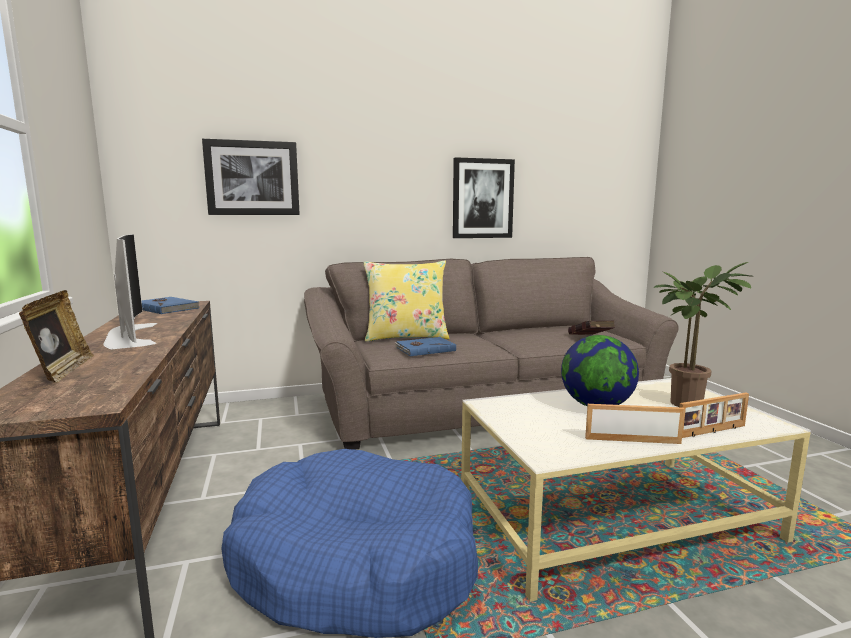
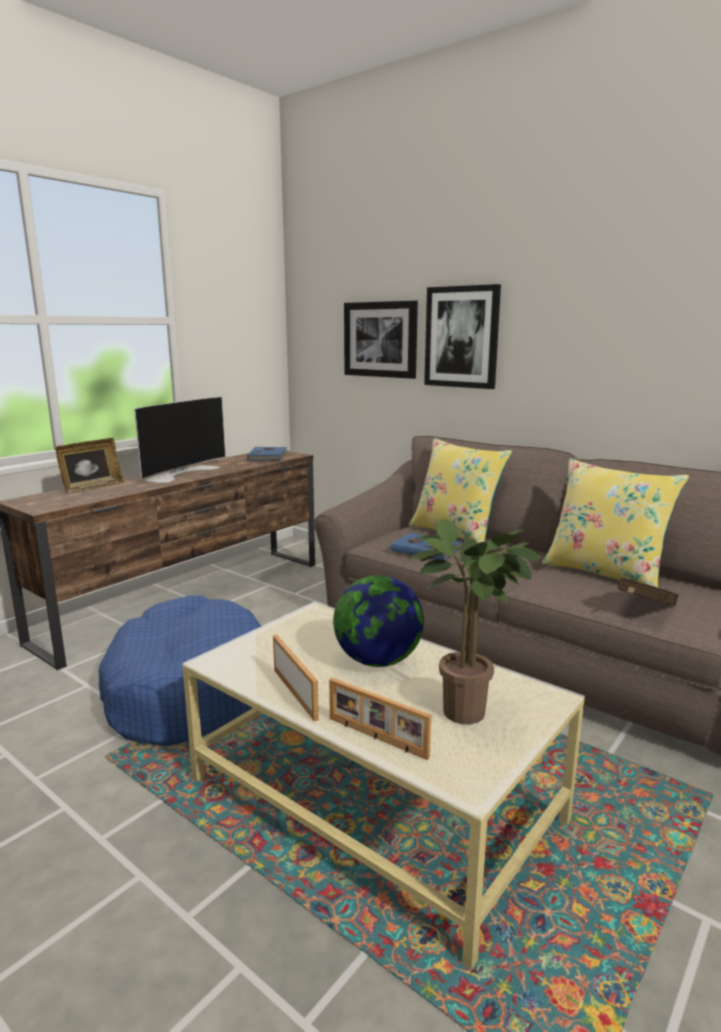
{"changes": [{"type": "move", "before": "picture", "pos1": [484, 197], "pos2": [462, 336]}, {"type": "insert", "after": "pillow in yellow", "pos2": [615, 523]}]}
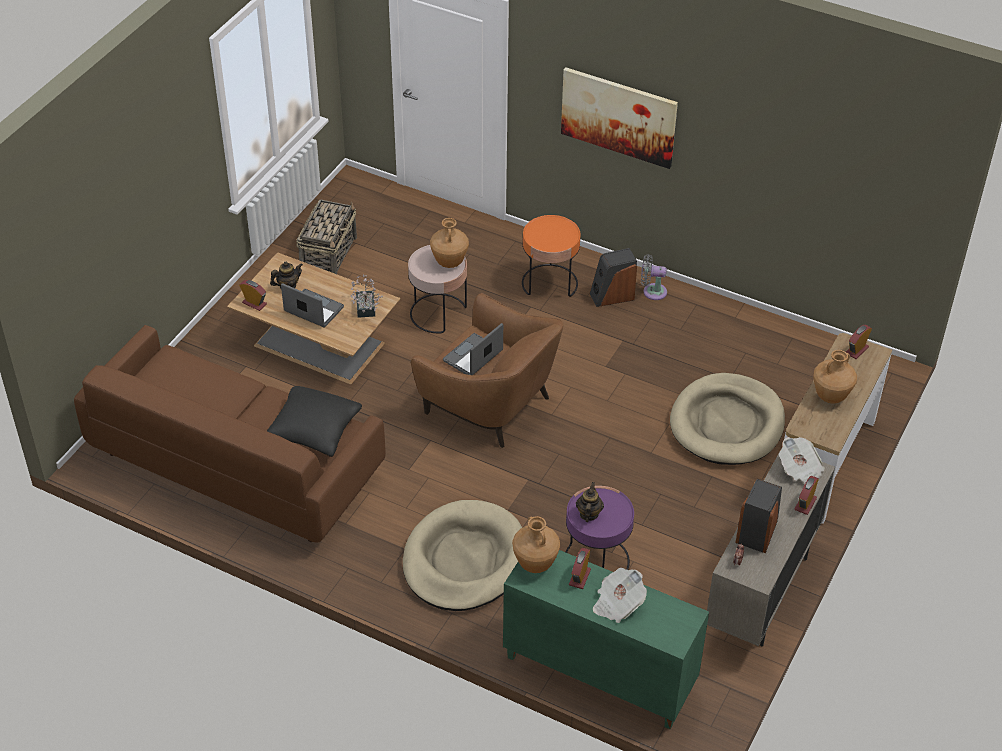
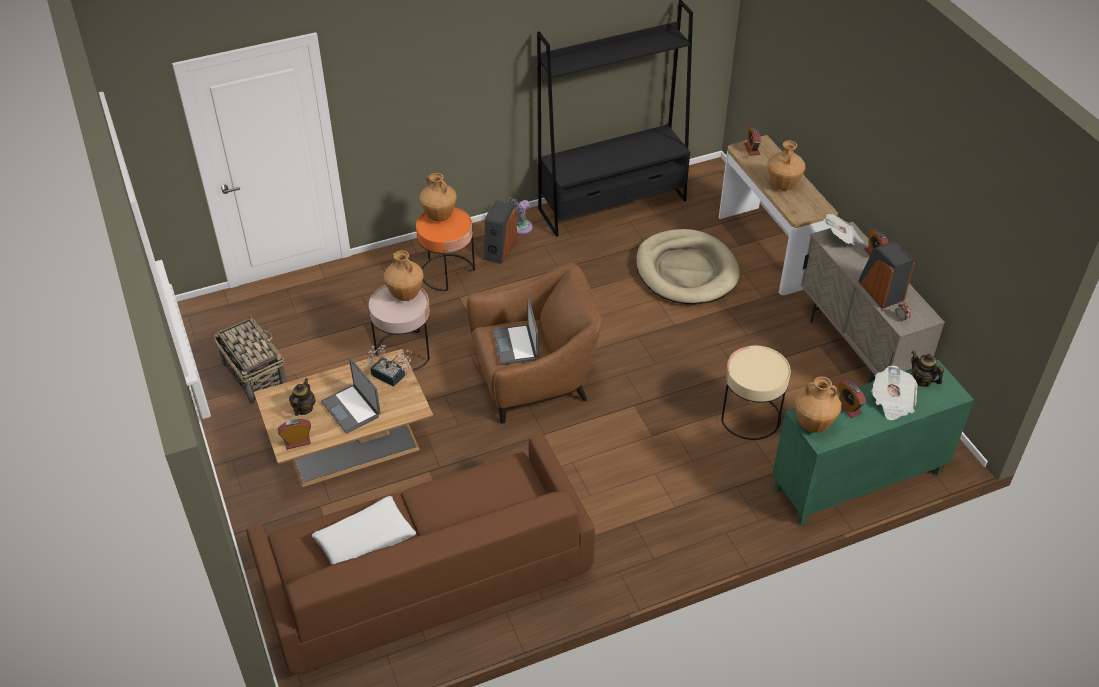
{"changes": [{"type": "delete", "before": "picture", "pos1": [619, 118]}, {"type": "rotate", "before": "laptop", "pos1": [312, 305], "pos2": [351, 396], "turn": -105}, {"type": "delete", "before": "pillow in black", "pos1": [314, 421]}, {"type": "move", "before": "teapot", "pos1": [590, 502], "pos2": [927, 369]}, {"type": "recolor", "before": "side table in purple", "after": "side table in beige", "pos1": [599, 528], "pos2": [756, 393]}, {"type": "delete", "before": "dog bed in beige", "pos1": [462, 555]}, {"type": "insert", "after": "bookcase in black", "pos2": [615, 118]}, {"type": "insert", "after": "vase in brown", "pos2": [438, 197]}, {"type": "insert", "after": "pillow in white", "pos2": [364, 530]}]}
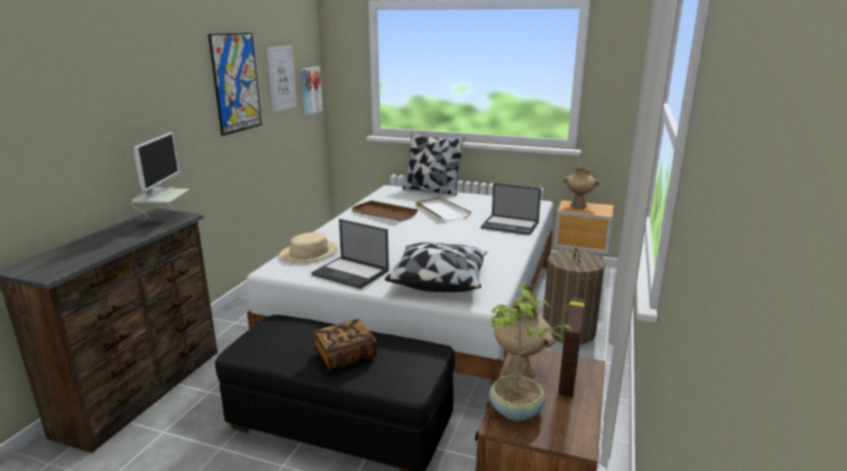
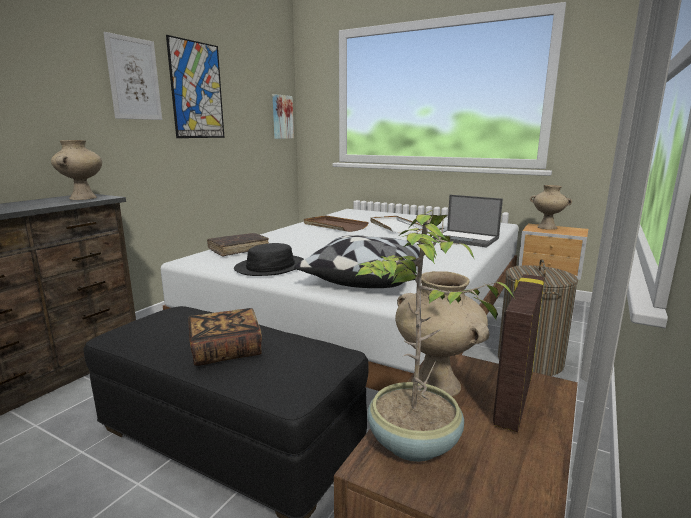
{"changes": [{"type": "move", "before": "picture", "pos1": [282, 79], "pos2": [132, 76]}, {"type": "replace", "before": "monitor", "after": "vase in beige", "pos1": [160, 175], "pos2": [76, 170]}, {"type": "delete", "before": "pillow", "pos1": [434, 163]}, {"type": "replace", "before": "laptop", "after": "hat in black", "pos1": [350, 254], "pos2": [269, 259]}, {"type": "replace", "before": "hat in beige", "after": "book in brown", "pos1": [308, 247], "pos2": [238, 244]}]}
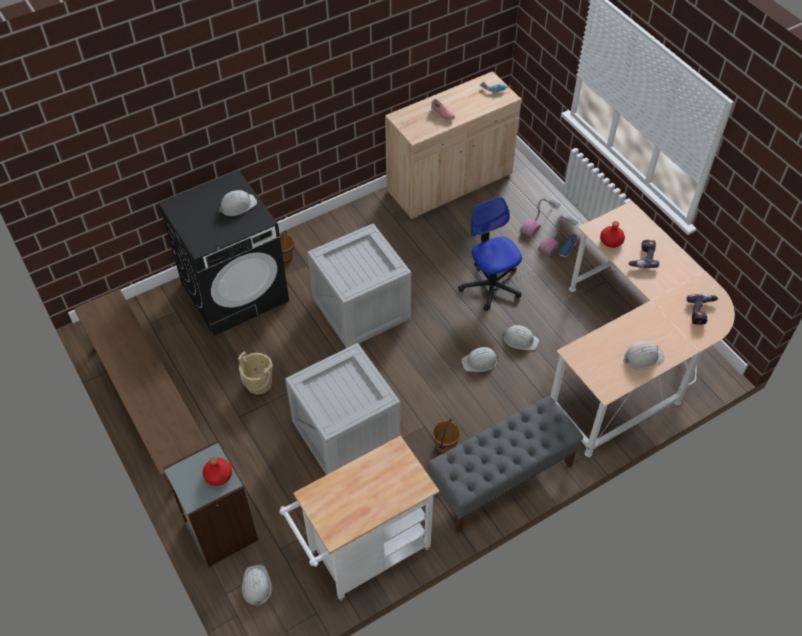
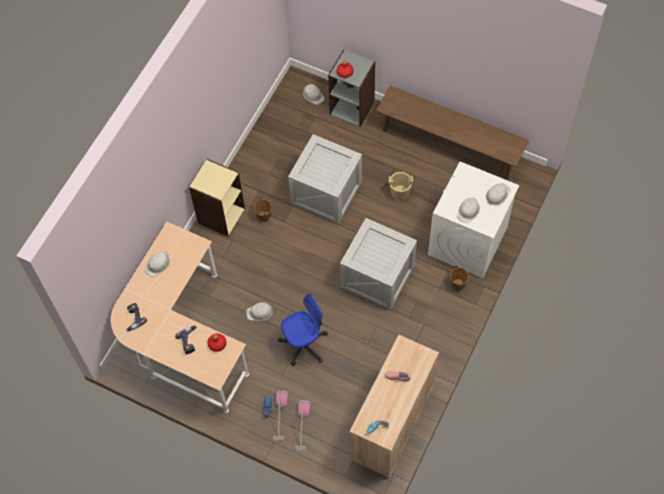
{"changes": [{"type": "recolor", "before": "washing machine in black", "after": "washing machine in white", "pos1": [223, 253], "pos2": [473, 220]}, {"type": "rotate", "before": "office chair", "pos1": [490, 254], "pos2": [303, 330], "turn": -60}, {"type": "move", "before": "hard hat in white", "pos1": [479, 359], "pos2": [498, 194]}, {"type": "replace", "before": "bench in grey", "after": "bookcase in beige", "pos1": [505, 464], "pos2": [217, 197]}, {"type": "delete", "before": "cart in white", "pos1": [359, 518]}]}
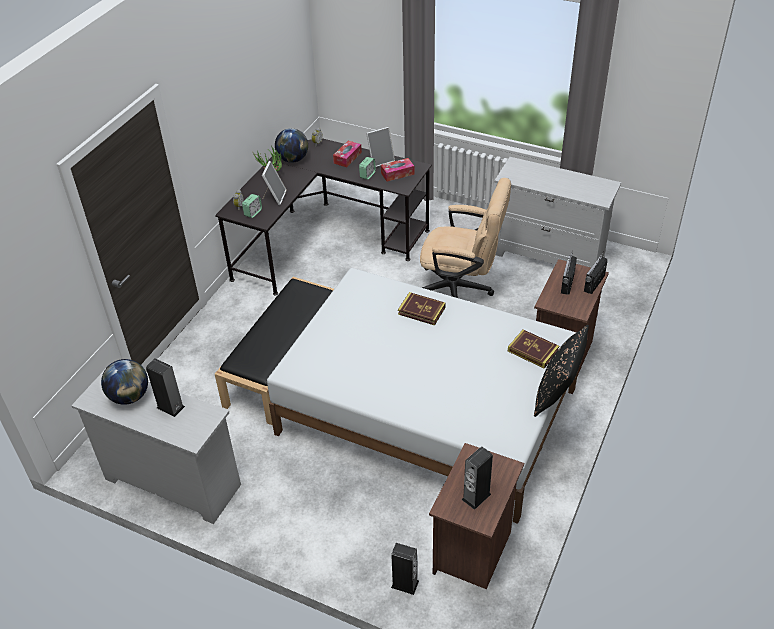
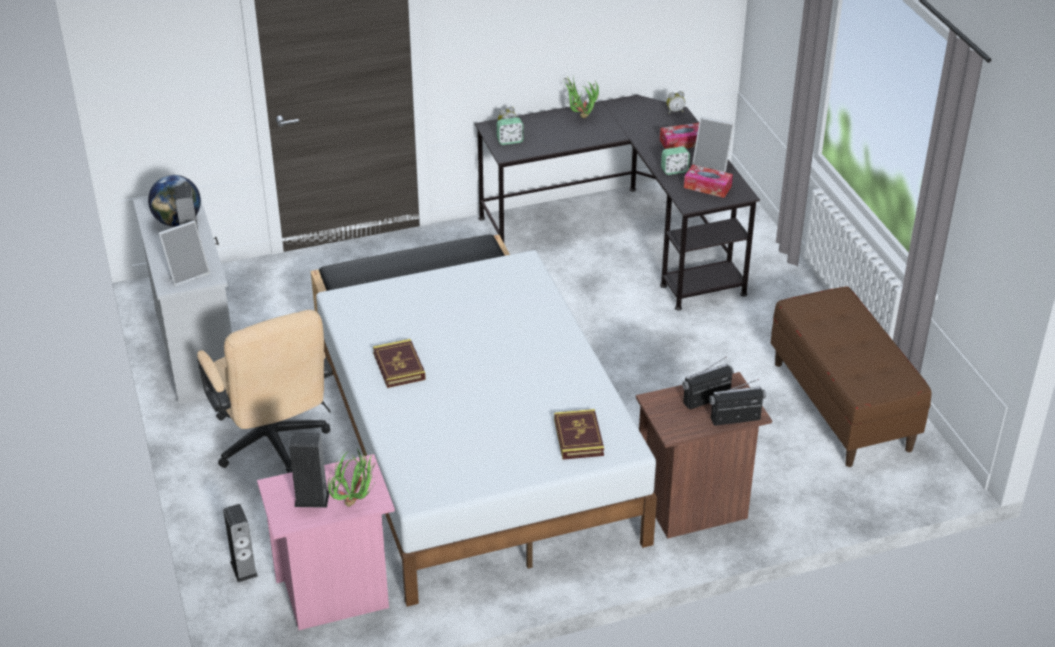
{"changes": [{"type": "delete", "before": "globe", "pos1": [291, 145]}, {"type": "replace", "before": "dresser in white", "after": "bench in brown", "pos1": [557, 212], "pos2": [851, 376]}, {"type": "move", "before": "picture frame", "pos1": [274, 183], "pos2": [184, 253]}, {"type": "move", "before": "office chair in beige", "pos1": [465, 238], "pos2": [265, 391]}, {"type": "move", "before": "book", "pos1": [422, 308], "pos2": [399, 363]}, {"type": "delete", "before": "pillow in black", "pos1": [561, 371]}, {"type": "recolor", "before": "nightstand in brown", "after": "nightstand in pink", "pos1": [476, 516], "pos2": [326, 542]}, {"type": "insert", "after": "potted plant", "pos2": [353, 477]}]}
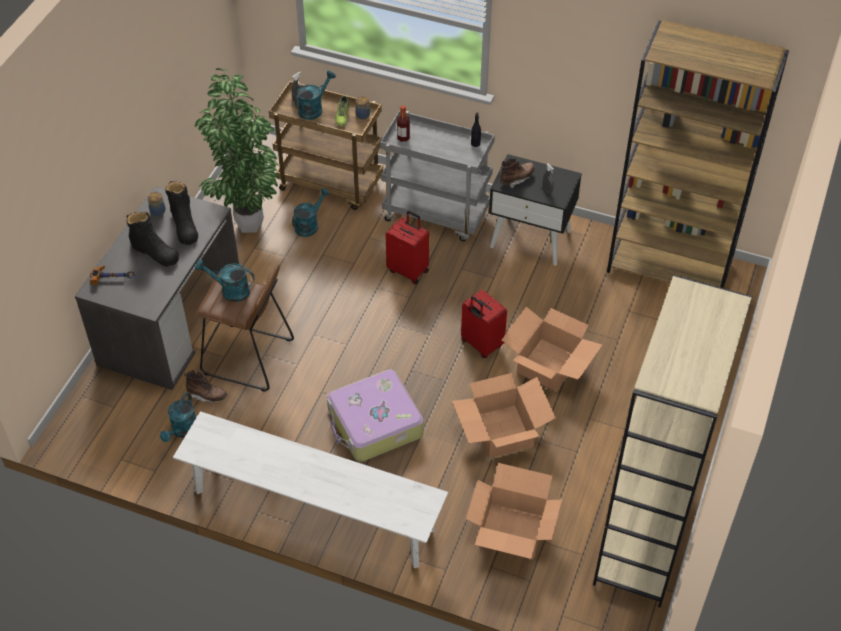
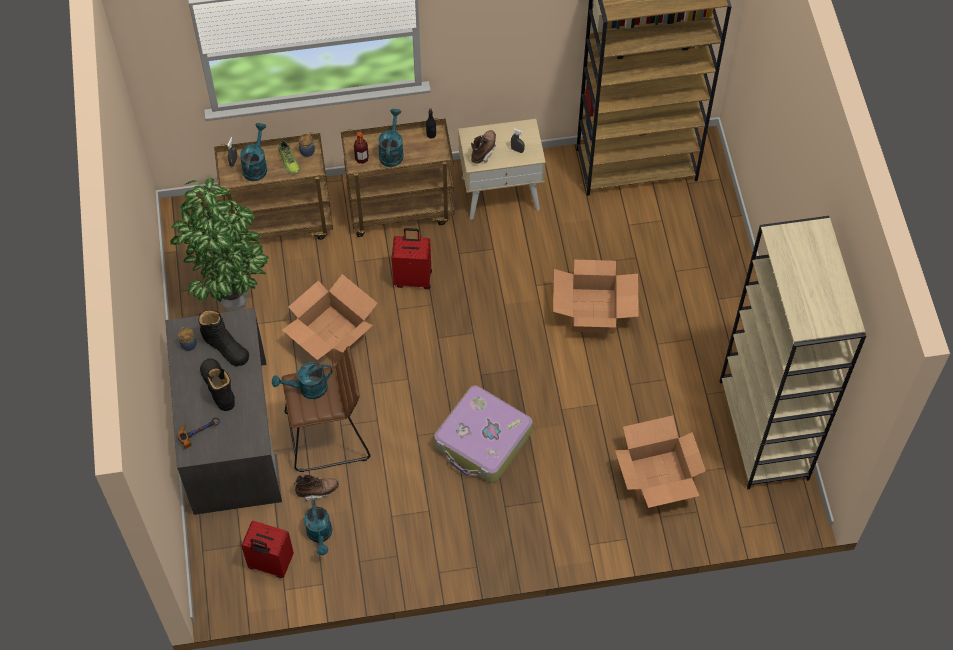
{"changes": [{"type": "recolor", "before": "cart in grey", "after": "cart in brown", "pos1": [437, 176], "pos2": [397, 177]}, {"type": "recolor", "before": "nightstand in black", "after": "nightstand in beige", "pos1": [535, 210], "pos2": [502, 169]}, {"type": "move", "before": "watering can in turquoise", "pos1": [311, 212], "pos2": [391, 138]}, {"type": "rotate", "before": "boot in black", "pos1": [152, 239], "pos2": [217, 385], "turn": -120}, {"type": "move", "before": "suitcase in red", "pos1": [484, 324], "pos2": [267, 549]}, {"type": "move", "before": "cardboard box", "pos1": [504, 415], "pos2": [330, 318]}, {"type": "delete", "before": "bench in white", "pos1": [310, 489]}]}
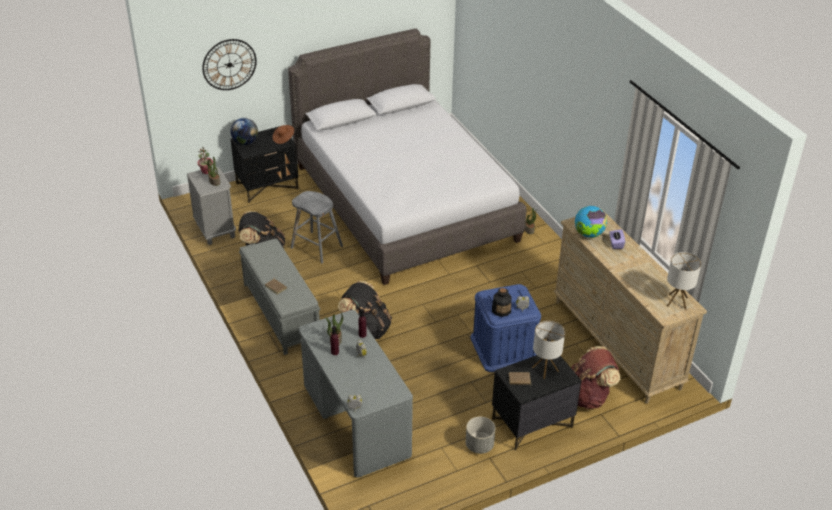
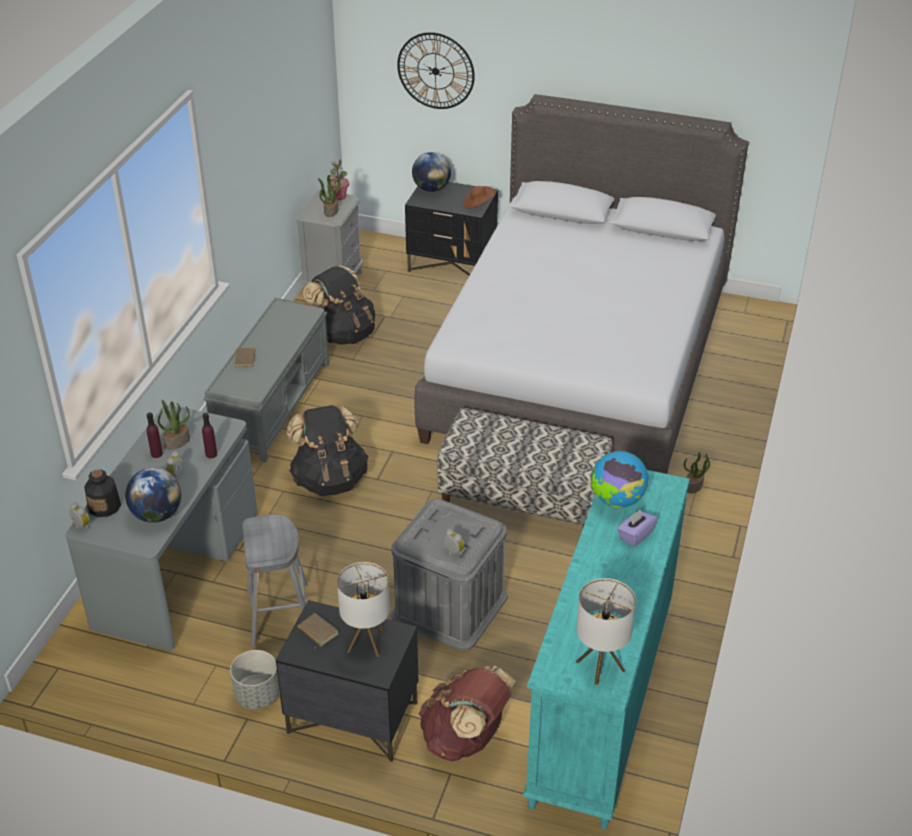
{"changes": [{"type": "move", "before": "stool in grey", "pos1": [317, 227], "pos2": [275, 581]}, {"type": "recolor", "before": "dresser in beige", "after": "dresser in turquoise", "pos1": [630, 306], "pos2": [606, 649]}, {"type": "recolor", "before": "storage box in blue", "after": "storage box in grey", "pos1": [506, 328], "pos2": [449, 575]}, {"type": "move", "before": "bottle", "pos1": [501, 302], "pos2": [102, 493]}, {"type": "insert", "after": "bench", "pos2": [525, 467]}, {"type": "insert", "after": "globe", "pos2": [153, 495]}]}
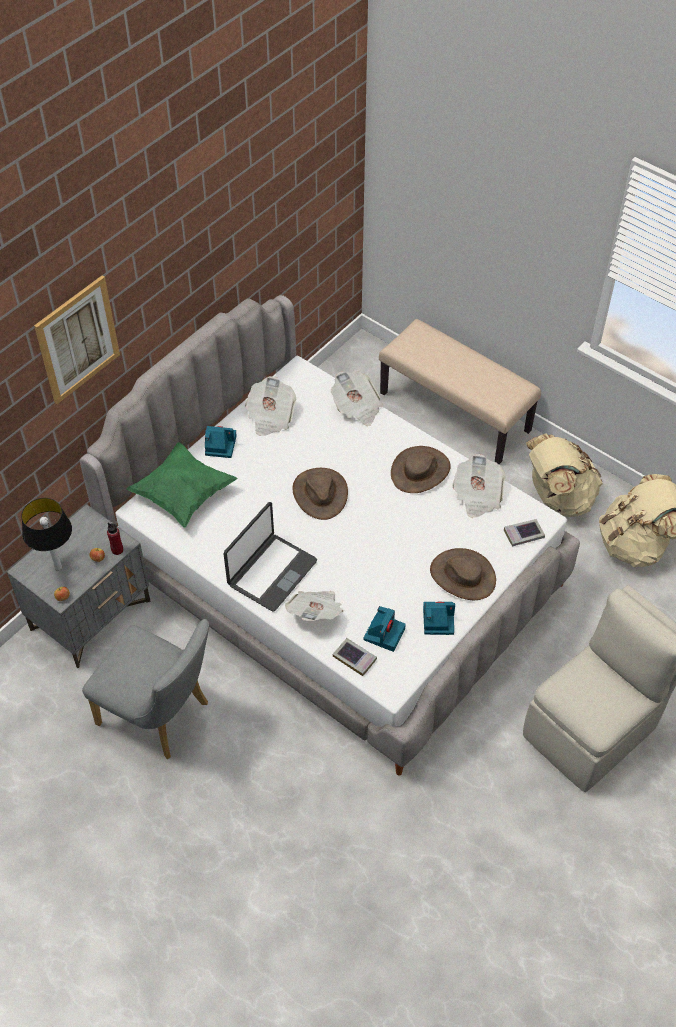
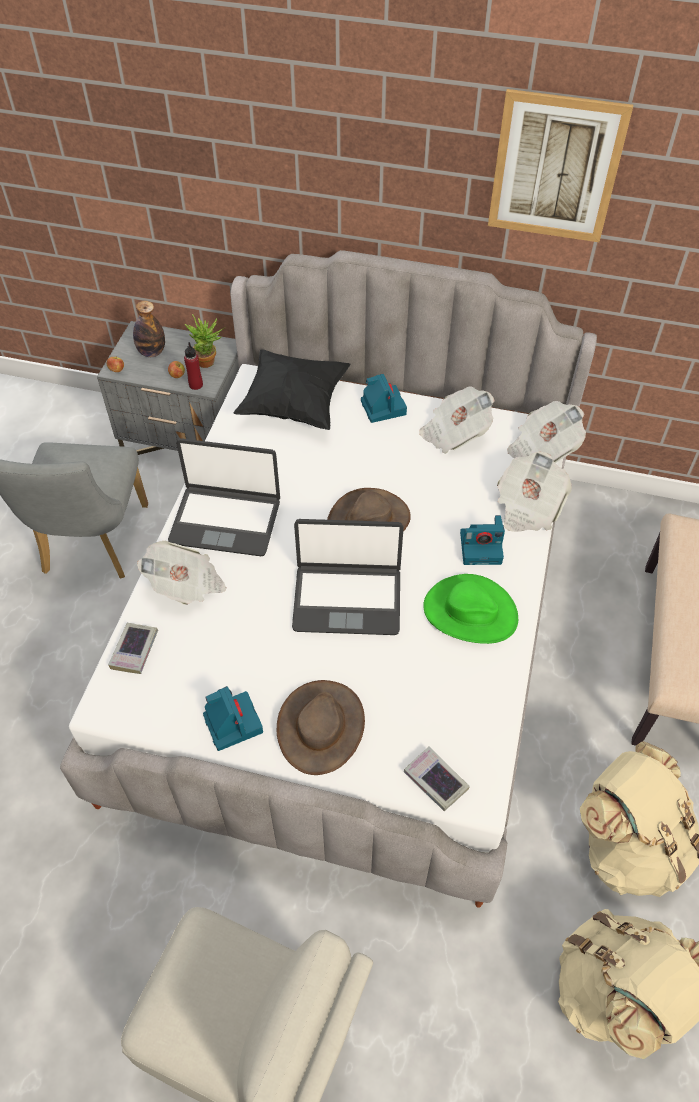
{"changes": [{"type": "move", "before": "picture", "pos1": [77, 339], "pos2": [560, 165]}, {"type": "recolor", "before": "pillow in green", "after": "pillow in black", "pos1": [182, 485], "pos2": [292, 389]}, {"type": "recolor", "before": "hat in brown", "after": "hat in green", "pos1": [421, 469], "pos2": [470, 609]}, {"type": "move", "before": "newspaper", "pos1": [479, 486], "pos2": [546, 432]}, {"type": "replace", "before": "table lamp", "after": "bottle", "pos1": [46, 534], "pos2": [149, 329]}, {"type": "move", "before": "photo camera", "pos1": [385, 629], "pos2": [482, 540]}, {"type": "insert", "after": "potted plant", "pos2": [205, 341]}, {"type": "insert", "after": "laptop", "pos2": [348, 577]}]}
